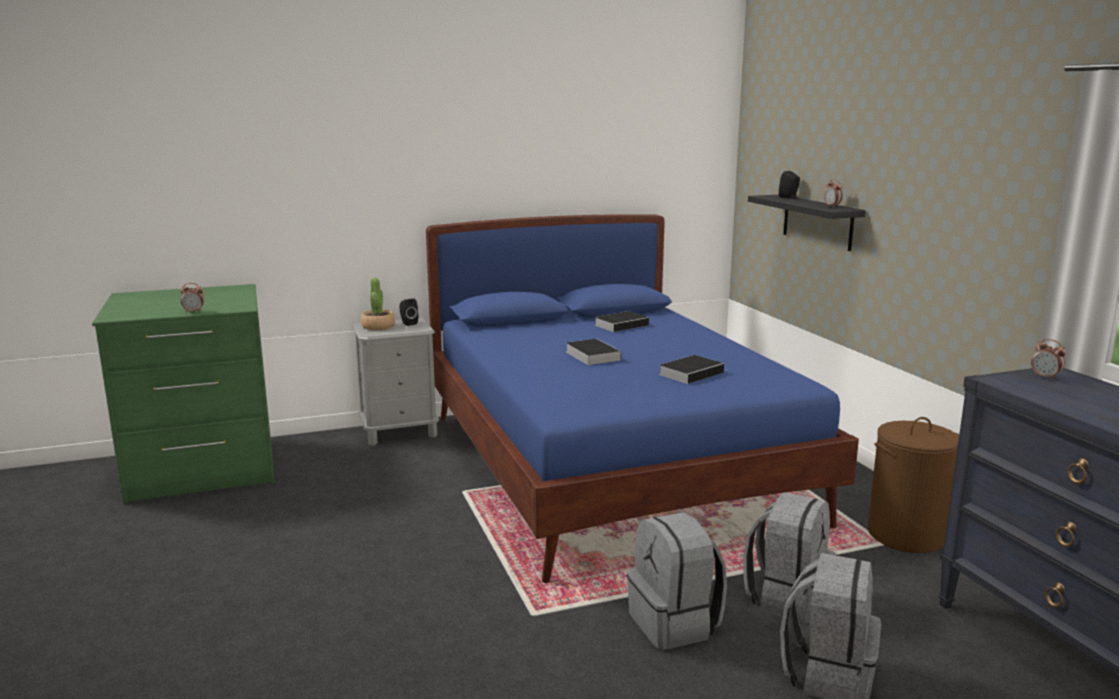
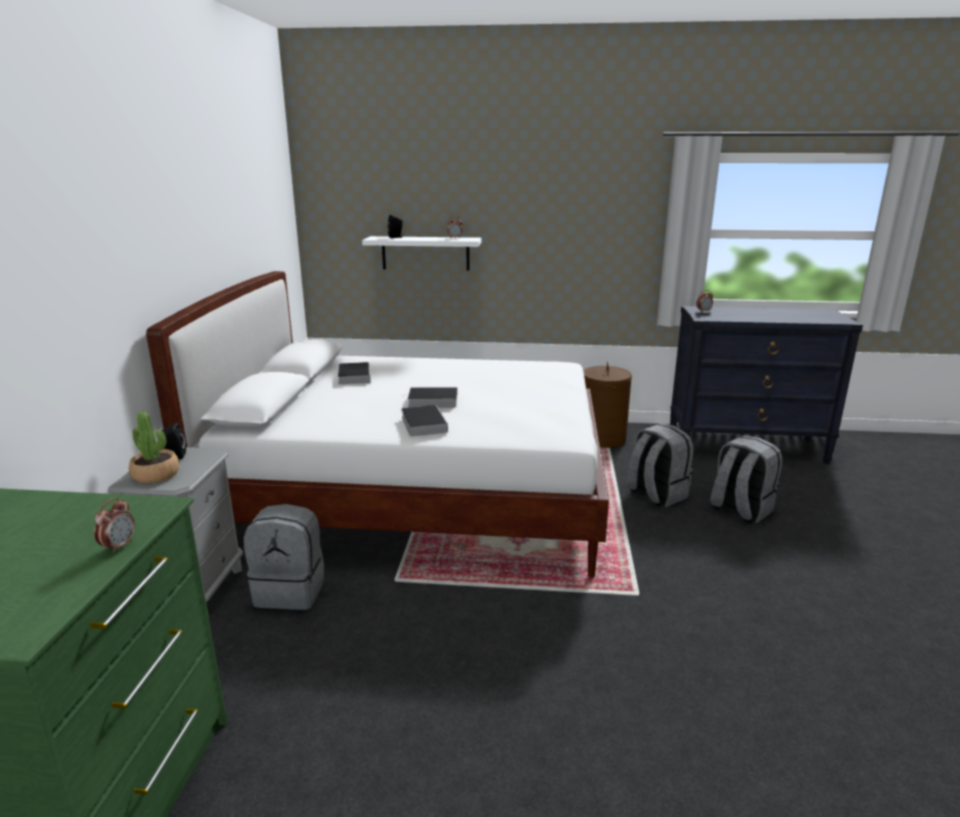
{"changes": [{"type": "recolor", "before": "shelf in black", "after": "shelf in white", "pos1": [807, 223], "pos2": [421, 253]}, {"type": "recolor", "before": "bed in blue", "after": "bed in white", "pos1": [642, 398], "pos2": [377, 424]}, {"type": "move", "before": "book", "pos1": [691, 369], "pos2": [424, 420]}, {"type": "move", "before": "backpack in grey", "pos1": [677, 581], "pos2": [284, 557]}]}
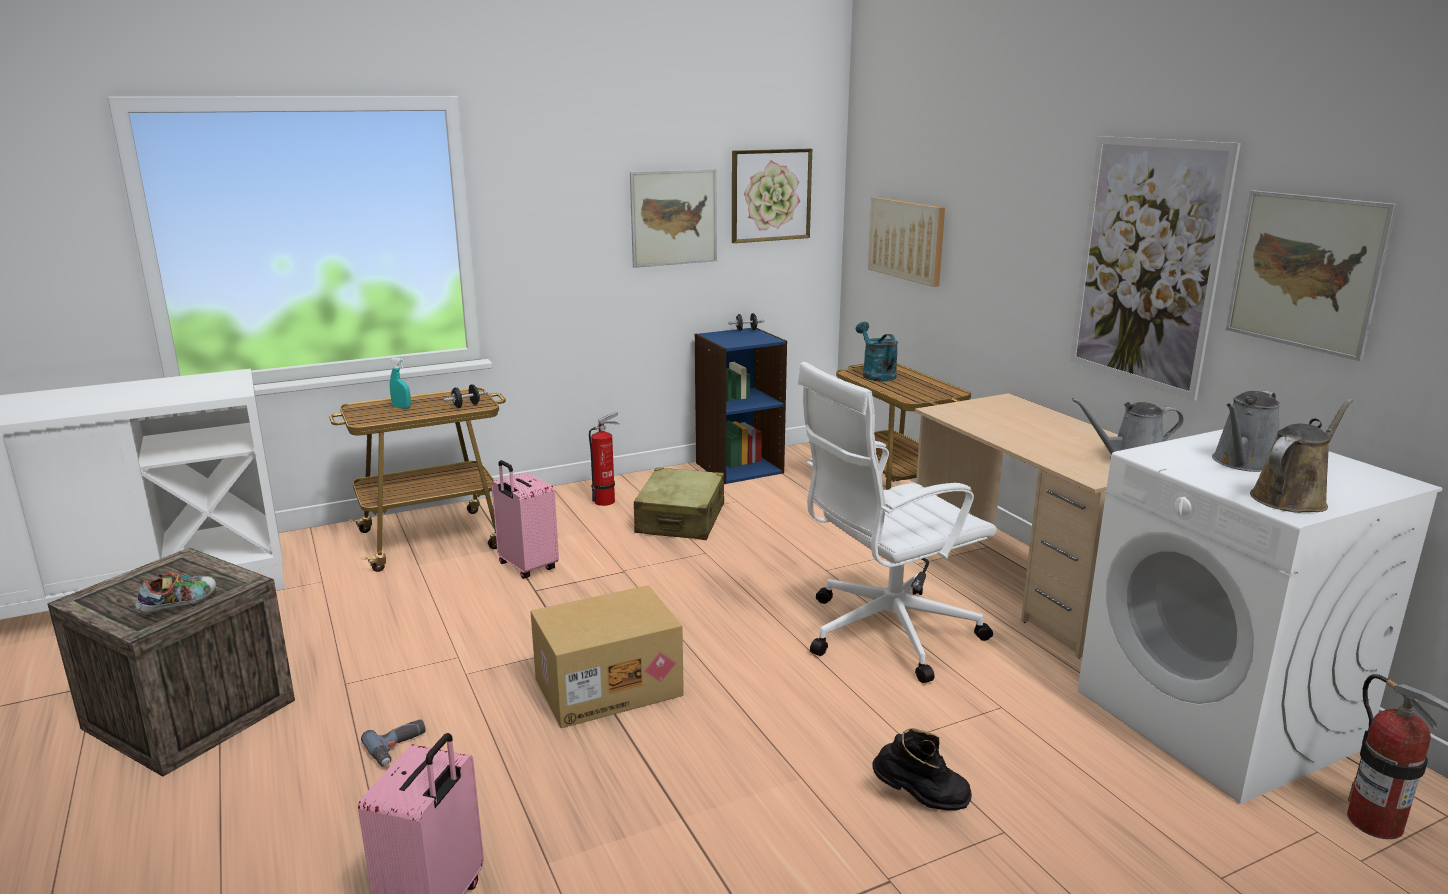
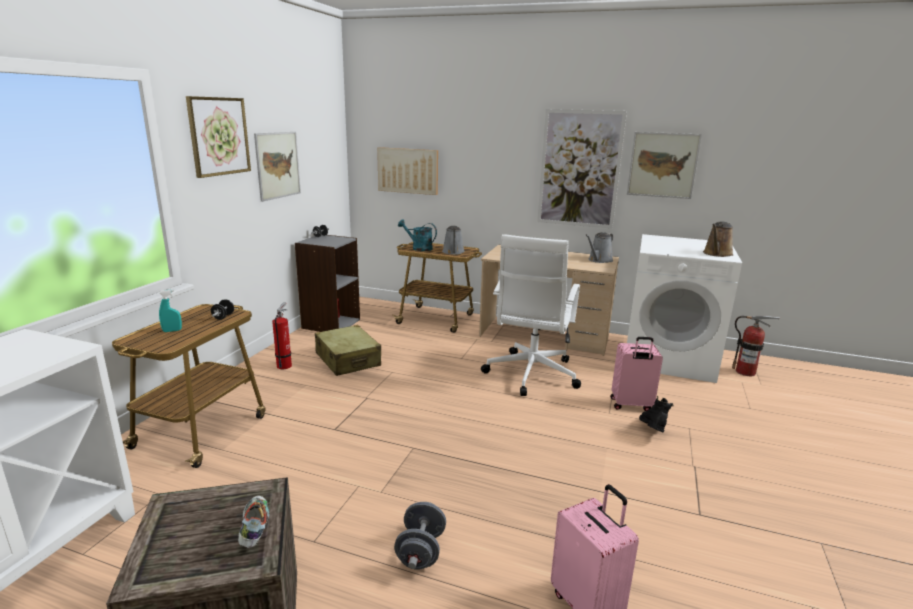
{"changes": [{"type": "move", "before": "picture", "pos1": [772, 196], "pos2": [218, 137]}, {"type": "recolor", "before": "bookcase in blue", "after": "bookcase in grey", "pos1": [741, 406], "pos2": [327, 283]}, {"type": "move", "before": "watering can in grey", "pos1": [1246, 431], "pos2": [453, 240]}, {"type": "rotate", "before": "watering can in brown", "pos1": [1301, 456], "pos2": [718, 239], "turn": -150}, {"type": "move", "before": "suitcase in pink", "pos1": [525, 519], "pos2": [636, 374]}, {"type": "delete", "before": "cardboard box", "pos1": [607, 656]}, {"type": "replace", "before": "power drill", "after": "dumbbell in grey", "pos1": [393, 743], "pos2": [420, 536]}, {"type": "rotate", "before": "boot in black", "pos1": [922, 769], "pos2": [656, 414], "turn": -45}]}
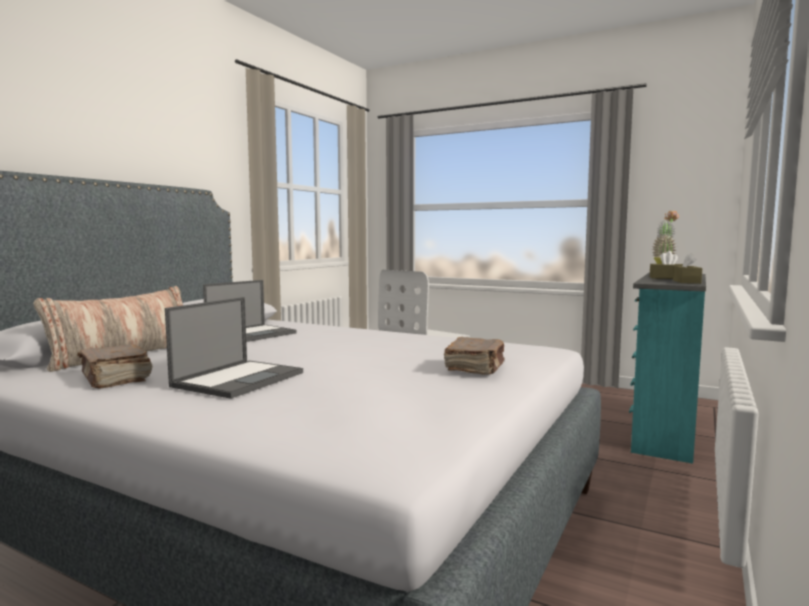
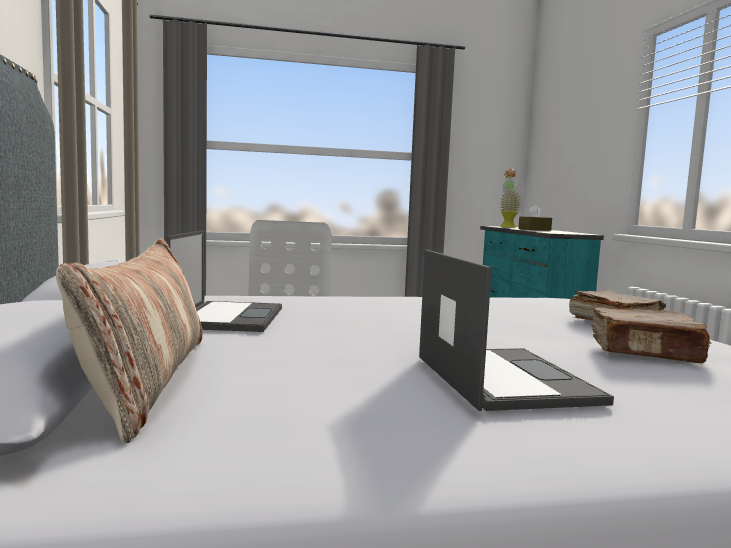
{"changes": [{"type": "delete", "before": "tissue box in brown", "pos1": [687, 268]}, {"type": "move", "before": "book in brown", "pos1": [115, 366], "pos2": [651, 335]}]}
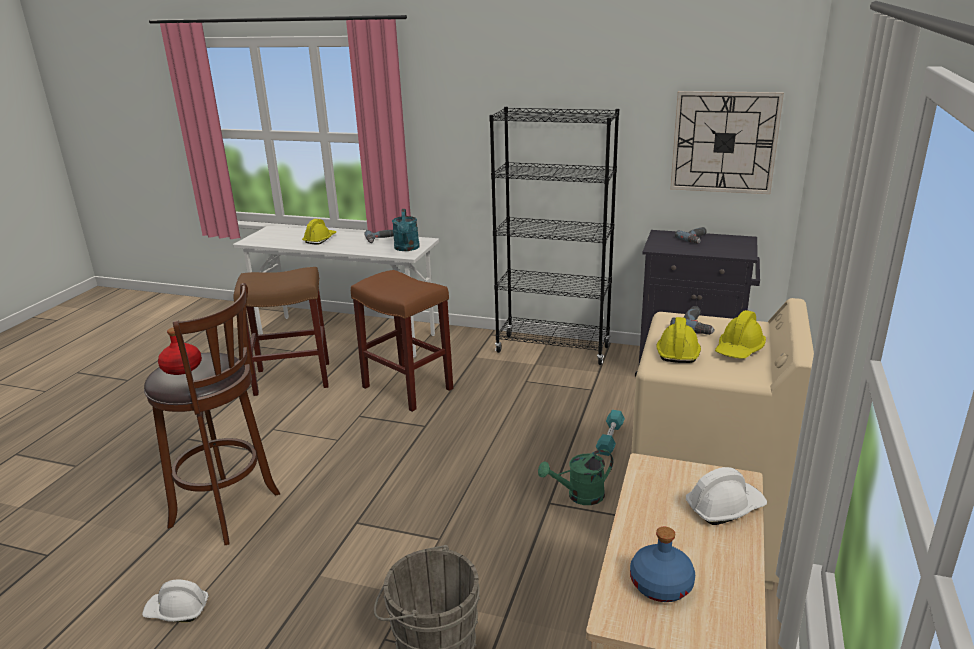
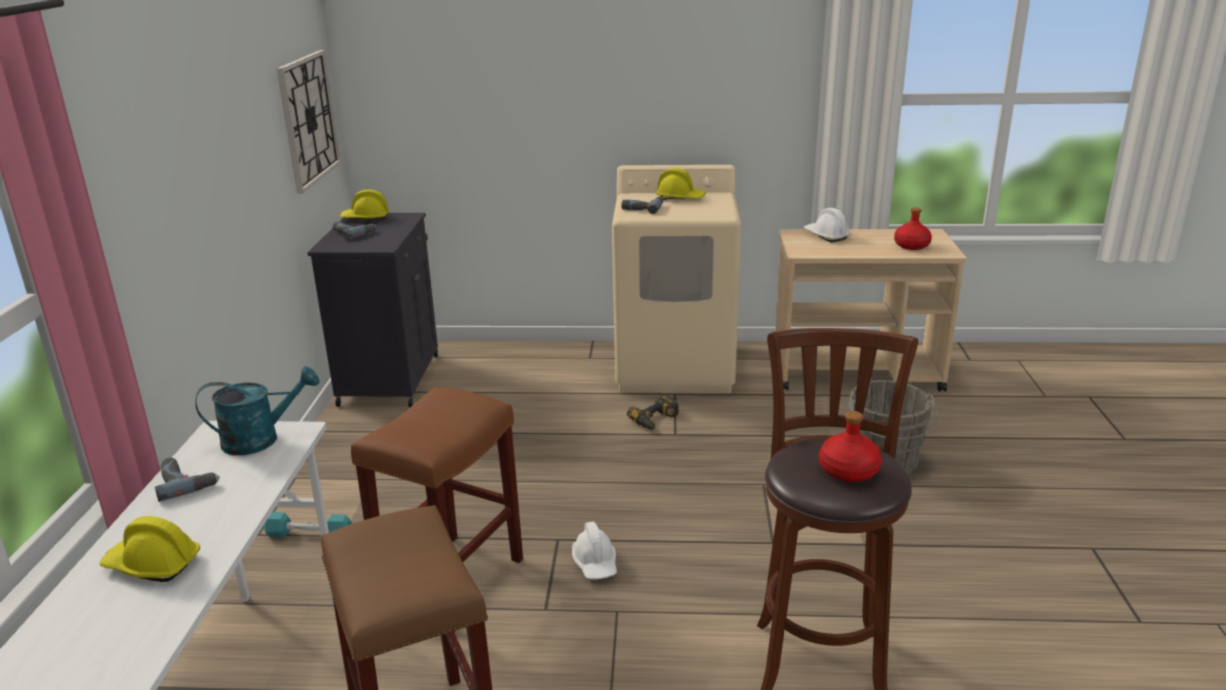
{"changes": [{"type": "delete", "before": "bookcase in black", "pos1": [554, 236]}, {"type": "move", "before": "hard hat in yellow", "pos1": [678, 340], "pos2": [364, 205]}, {"type": "move", "before": "dumbbell in turquoise", "pos1": [610, 433], "pos2": [308, 525]}, {"type": "replace", "before": "watering can in green", "after": "power drill", "pos1": [575, 477], "pos2": [653, 412]}, {"type": "recolor", "before": "bottle in blue", "after": "bottle in red", "pos1": [662, 564], "pos2": [913, 229]}, {"type": "move", "before": "hard hat in white", "pos1": [175, 600], "pos2": [594, 550]}]}
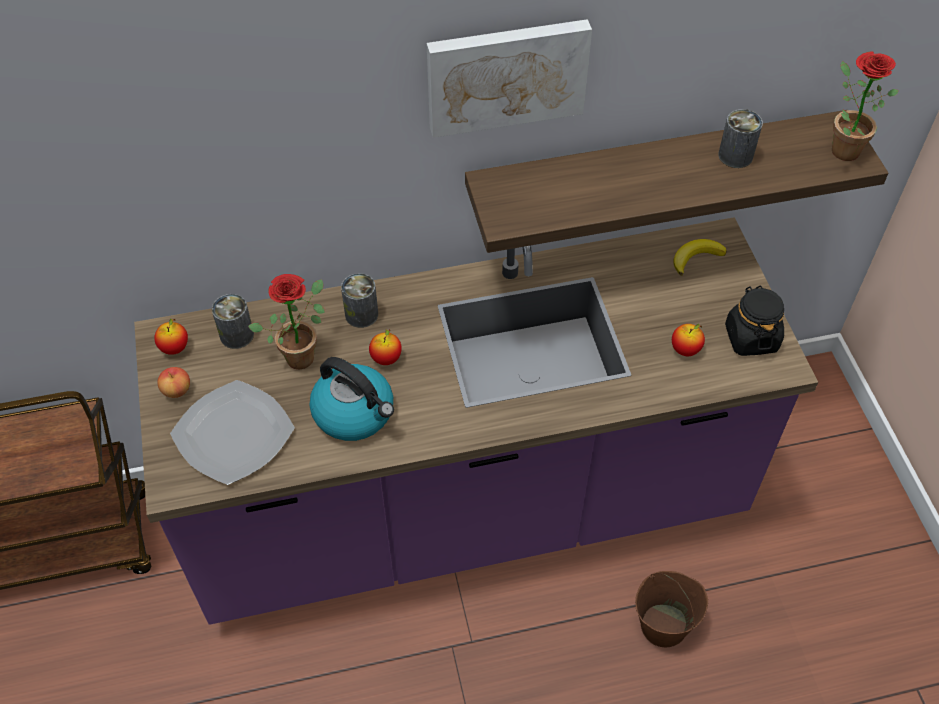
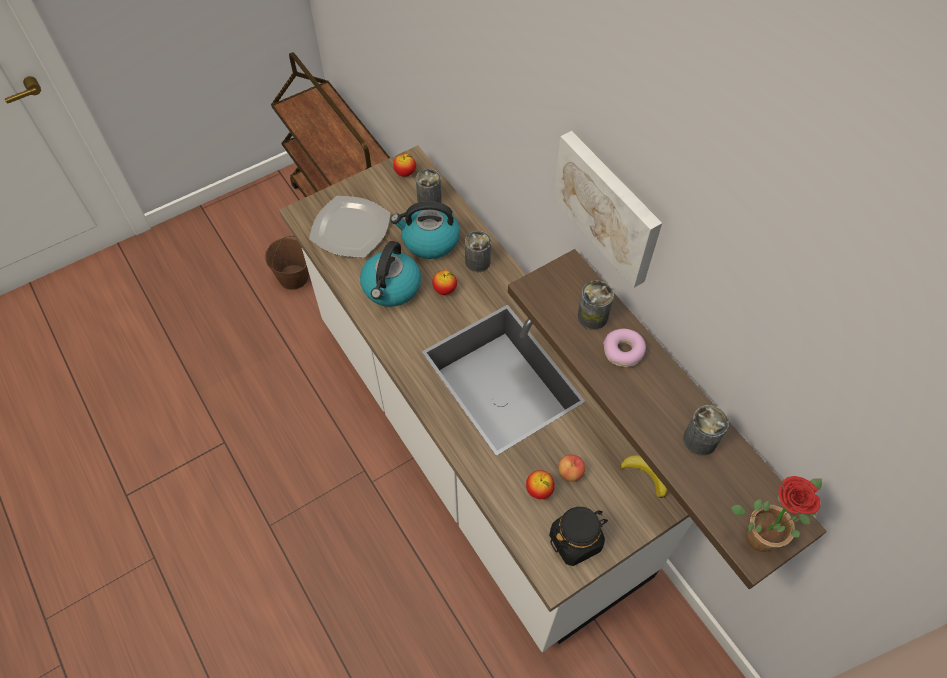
{"changes": [{"type": "recolor", "before": "counter in purple", "after": "counter in white", "pos1": [476, 421], "pos2": [486, 399]}, {"type": "replace", "before": "potted plant", "after": "kettle", "pos1": [286, 322], "pos2": [425, 230]}, {"type": "move", "before": "apple", "pos1": [173, 382], "pos2": [571, 467]}, {"type": "move", "before": "bucket in brown", "pos1": [671, 609], "pos2": [286, 263]}, {"type": "insert", "after": "can", "pos2": [595, 305]}, {"type": "insert", "after": "donut", "pos2": [624, 348]}]}
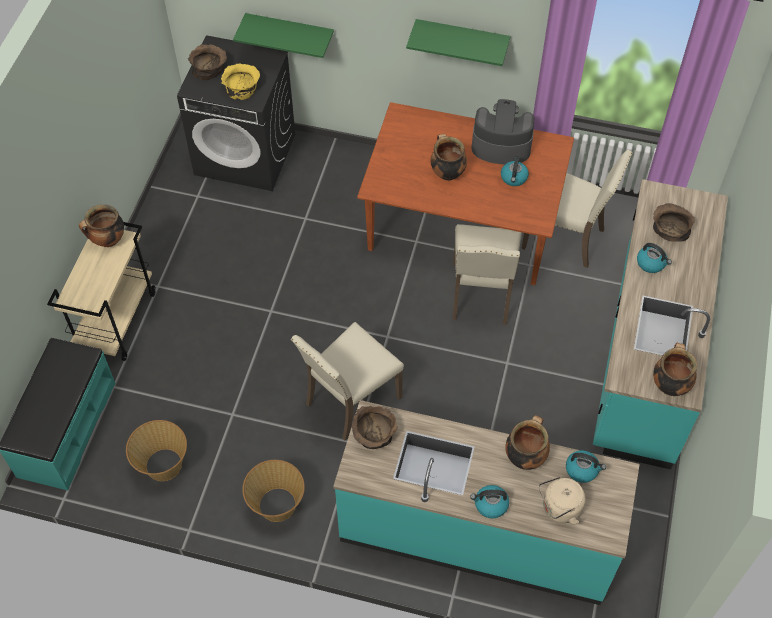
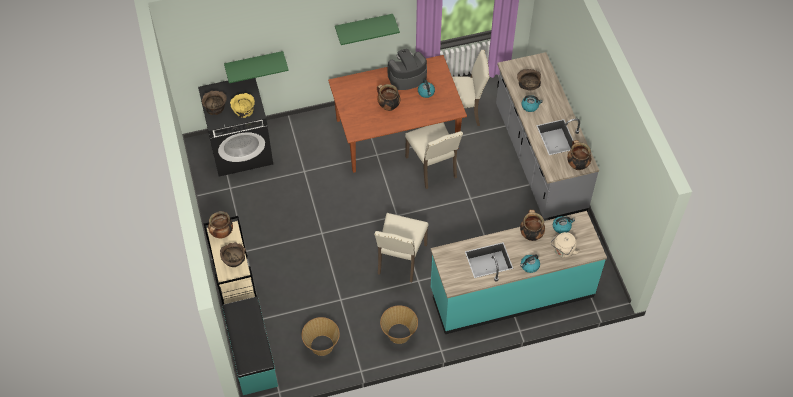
{"changes": [{"type": "recolor", "before": "counter in turquoise", "after": "counter in grey", "pos1": [660, 324], "pos2": [547, 136]}, {"type": "move", "before": "bowl in brown", "pos1": [375, 427], "pos2": [233, 254]}]}
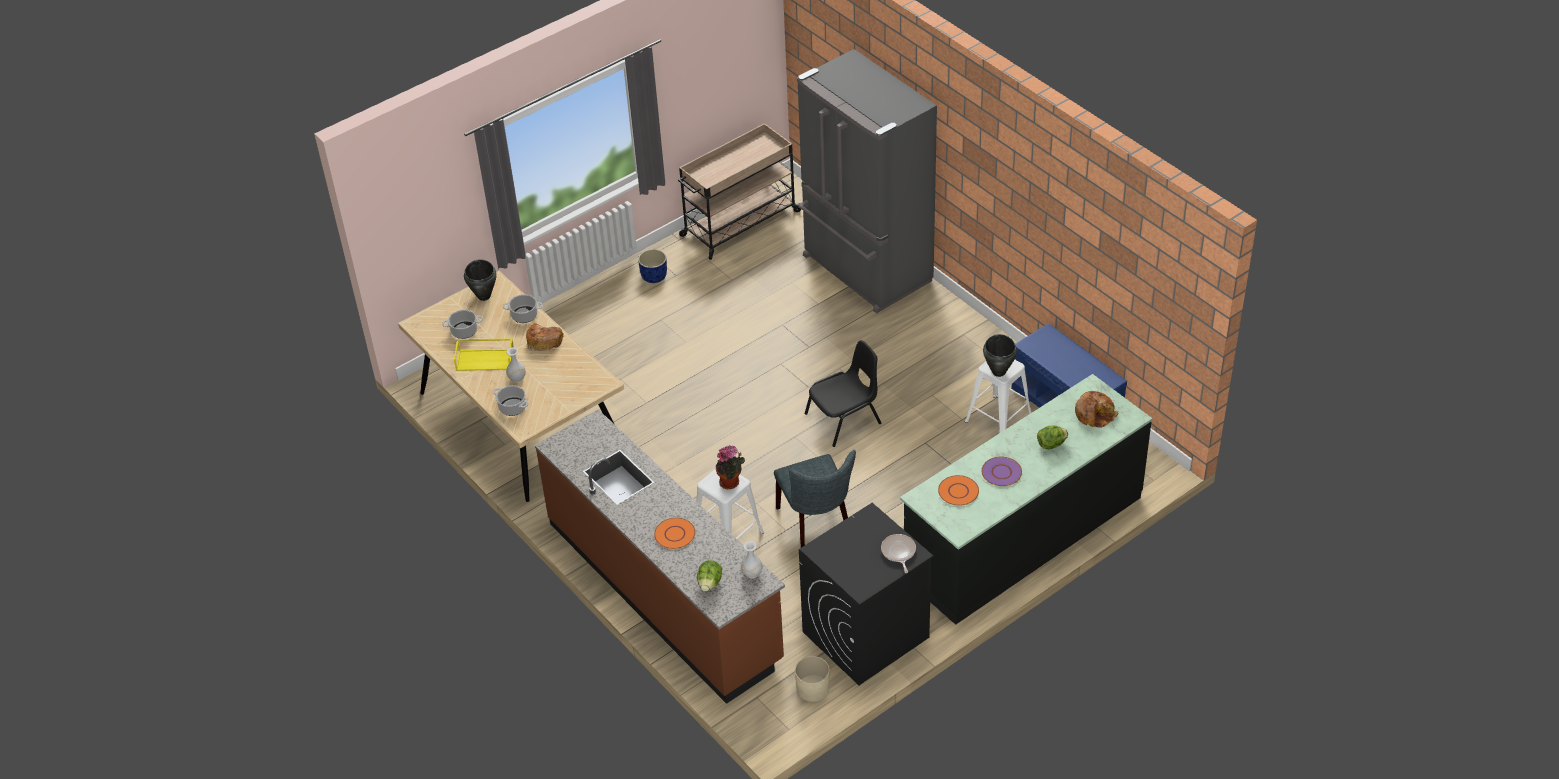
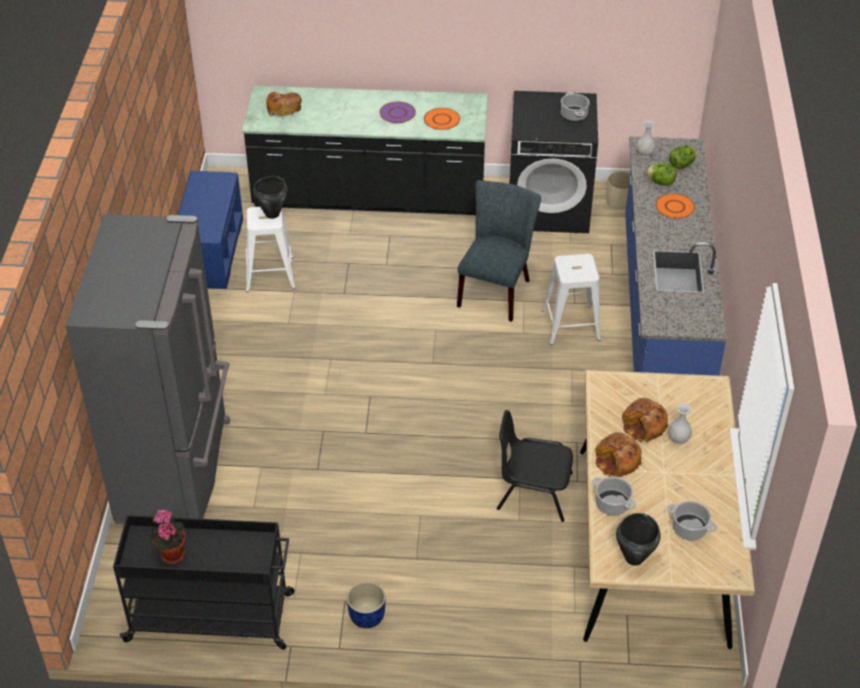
{"changes": [{"type": "recolor", "before": "cart in beige", "after": "cart in black", "pos1": [739, 191], "pos2": [204, 582]}, {"type": "delete", "before": "tray in yellow", "pos1": [484, 354]}, {"type": "move", "before": "chair in black", "pos1": [843, 393], "pos2": [535, 466]}, {"type": "move", "before": "cooking pot", "pos1": [511, 400], "pos2": [575, 107]}, {"type": "recolor", "before": "counter in brown", "after": "counter in blue", "pos1": [660, 556], "pos2": [676, 256]}, {"type": "move", "before": "lettuce", "pos1": [1052, 437], "pos2": [661, 174]}, {"type": "move", "before": "potted plant", "pos1": [730, 467], "pos2": [168, 536]}, {"type": "delete", "before": "frying pan", "pos1": [898, 553]}, {"type": "insert", "after": "bread", "pos2": [645, 420]}]}
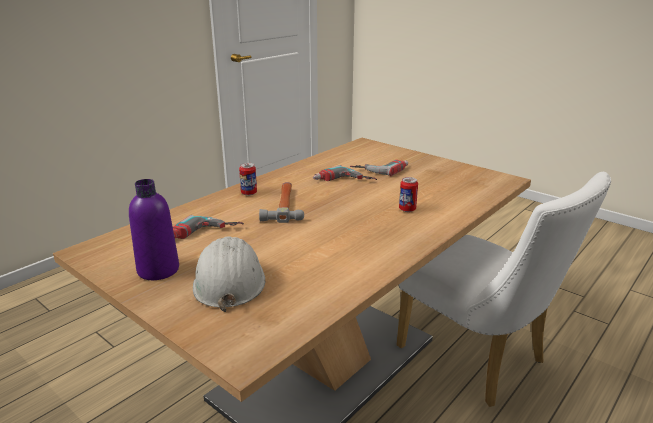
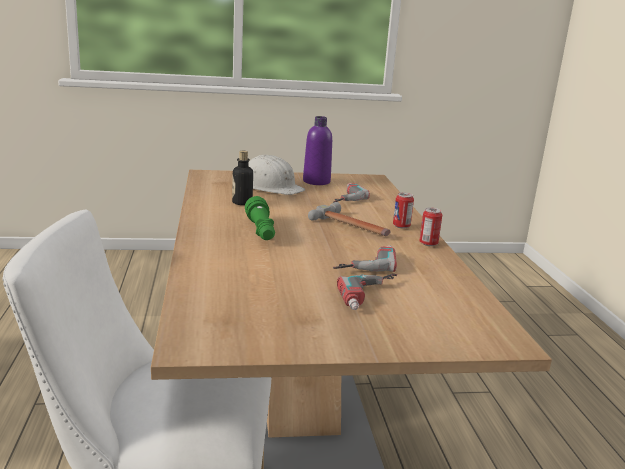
{"changes": [{"type": "move", "before": "can", "pos1": [408, 194], "pos2": [430, 227]}, {"type": "insert", "after": "bottle", "pos2": [242, 178]}, {"type": "insert", "after": "flashlight in green", "pos2": [260, 218]}]}
